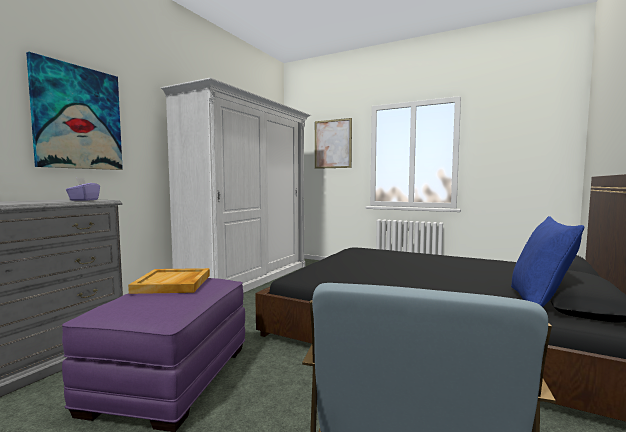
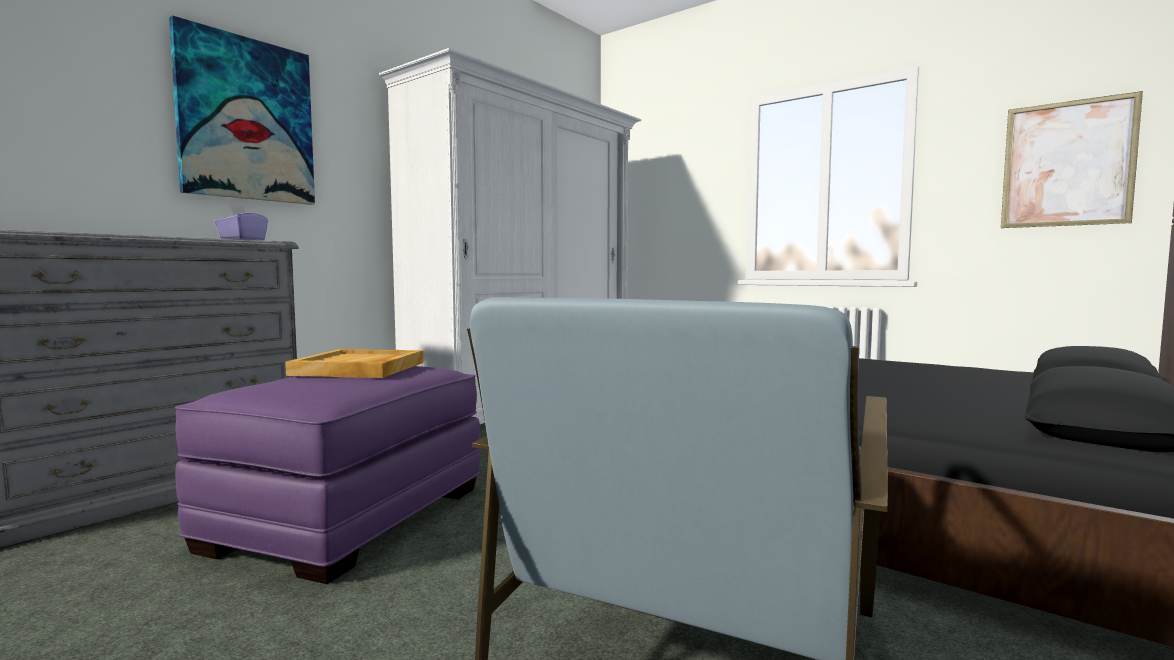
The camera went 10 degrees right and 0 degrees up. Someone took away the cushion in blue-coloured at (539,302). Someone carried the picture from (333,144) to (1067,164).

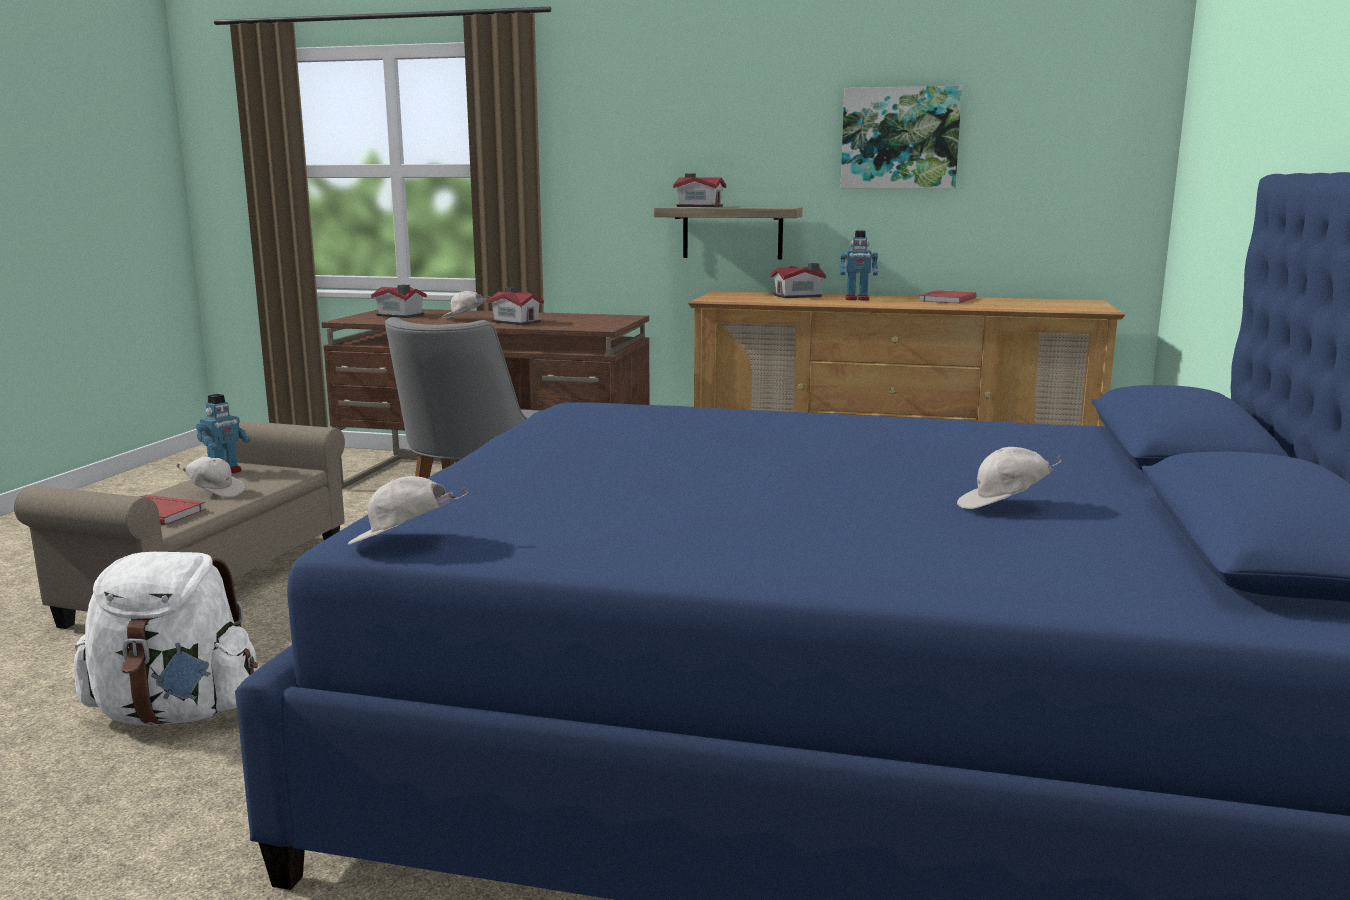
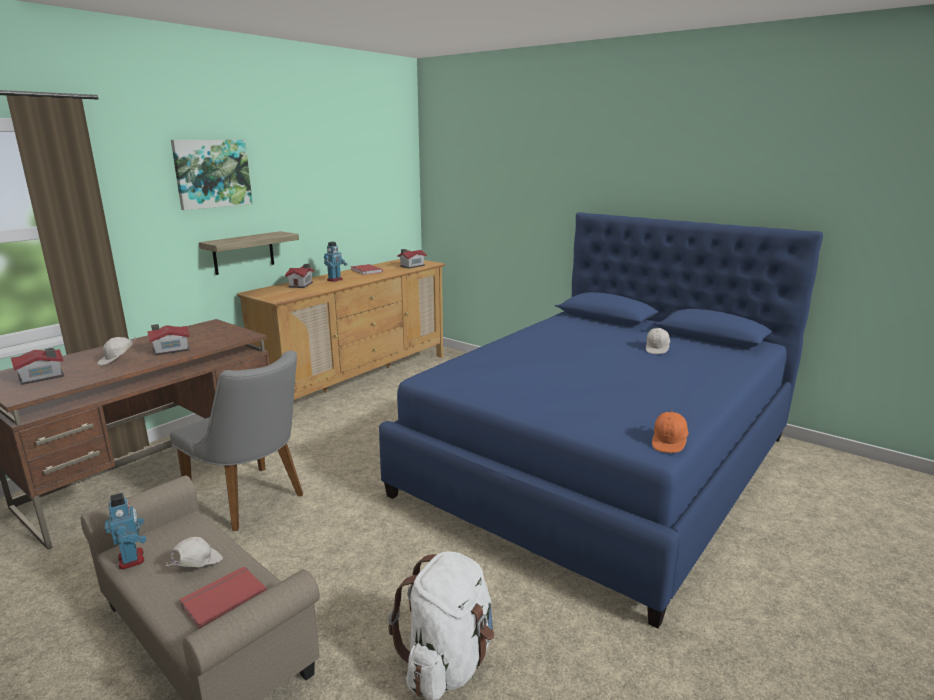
The camera went 65 degrees left and 5 degrees up. Someone carried the model house from (699,206) to (411,266). Someone carried the picture from (900,138) to (212,173). Someone repainted the cap in white at (402,542), which became the cap in orangey at (669,443).

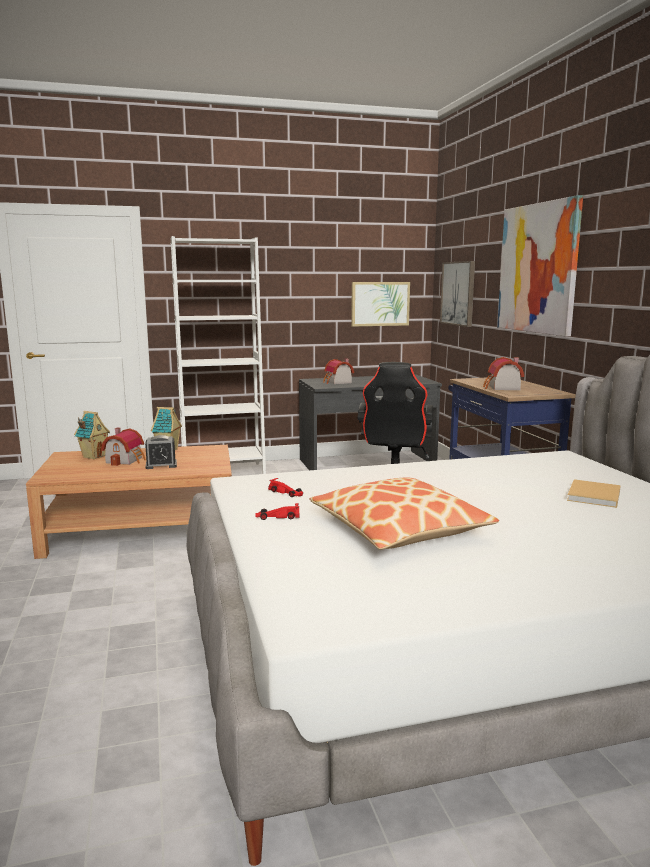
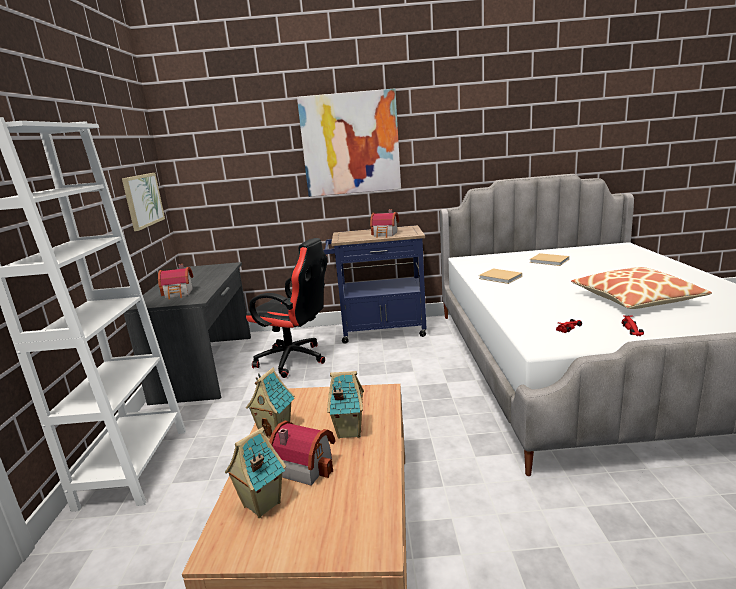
The camera went 75 degrees left and 5 degrees up. Someone took away the picture at (458,293). Someone put down the volume in sand-coloured at (501,277). Someone swapped the table clock at (161,465) for the model house at (348,431).

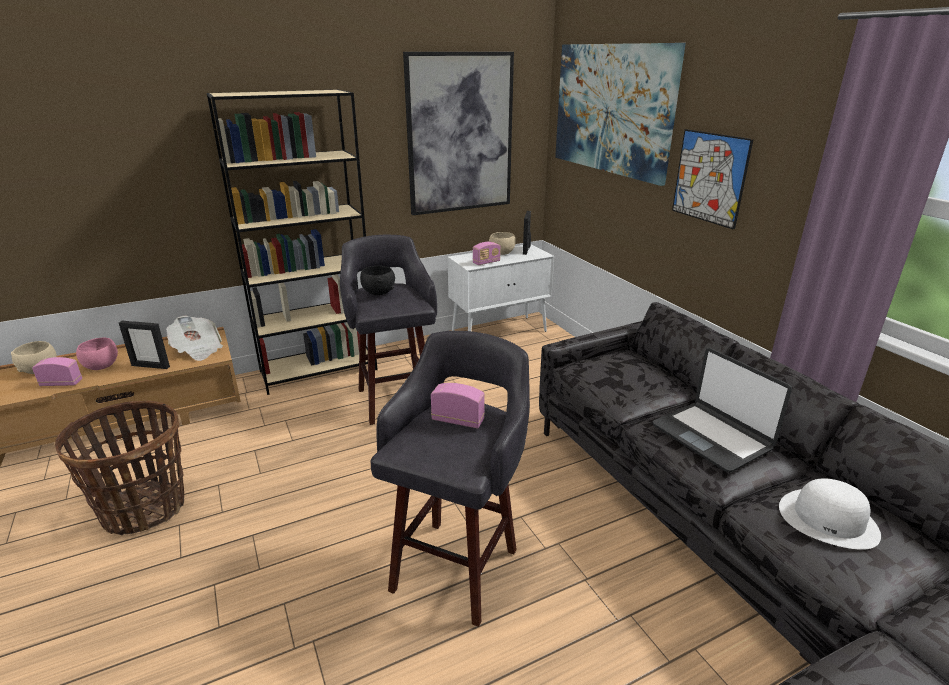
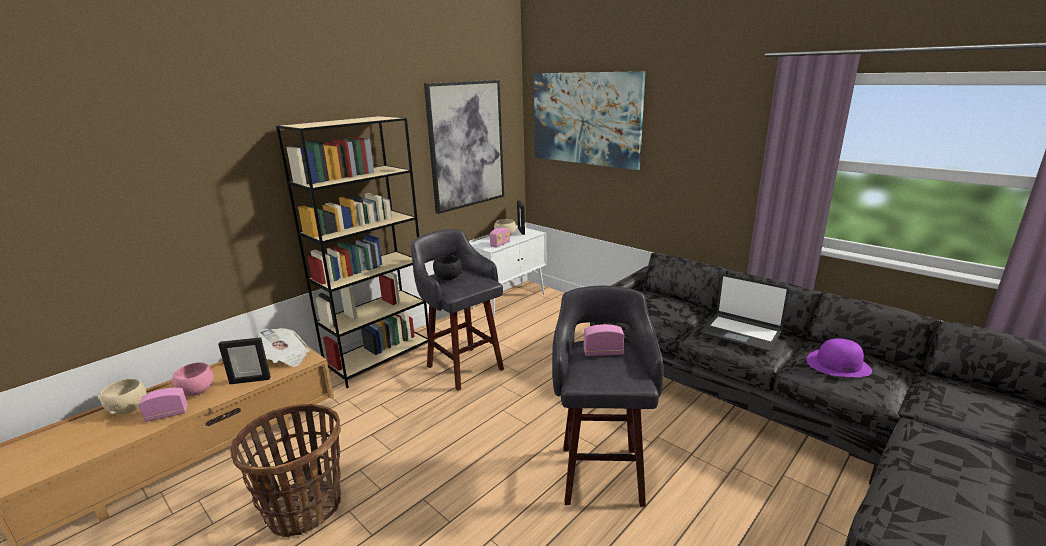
The camera went 20 degrees left and 5 degrees down. Someone took away the picture at (709,178). Someone repainted the clothing hat in white at (828,519), which became the clothing hat in purple-coloured at (838,364).

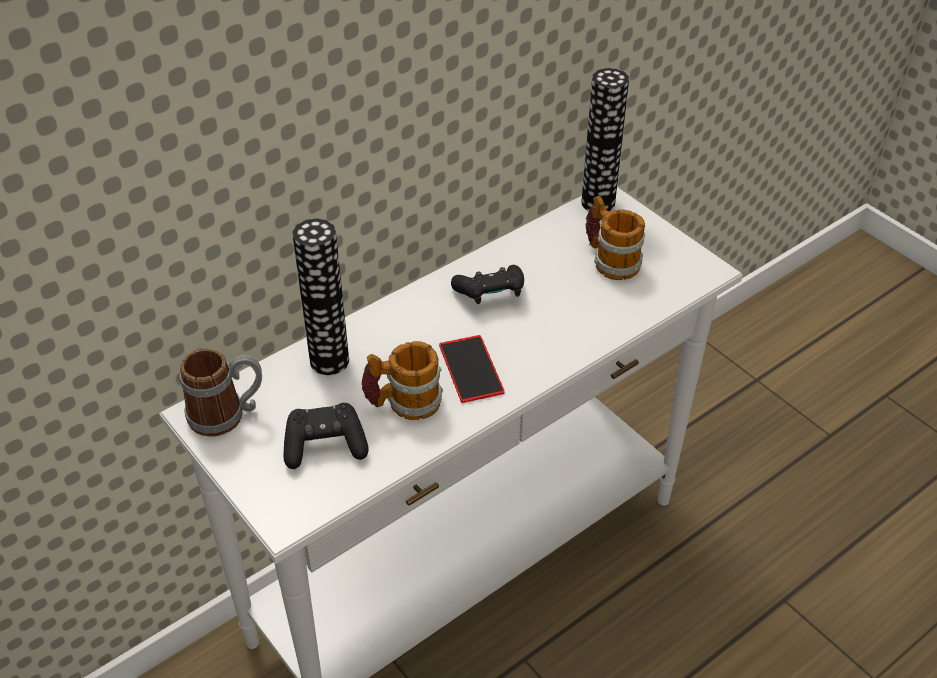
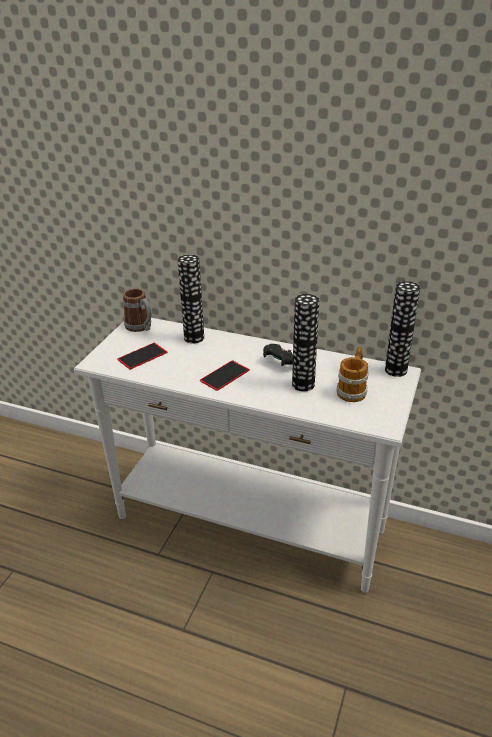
The camera went 60 degrees right and 10 degrees down. Someone took away the coffee mug at (403,403). Someone put down the decorative vase at (303,384). Someone swapped the joypad in blackish at (325,446) for the handset at (142,356).

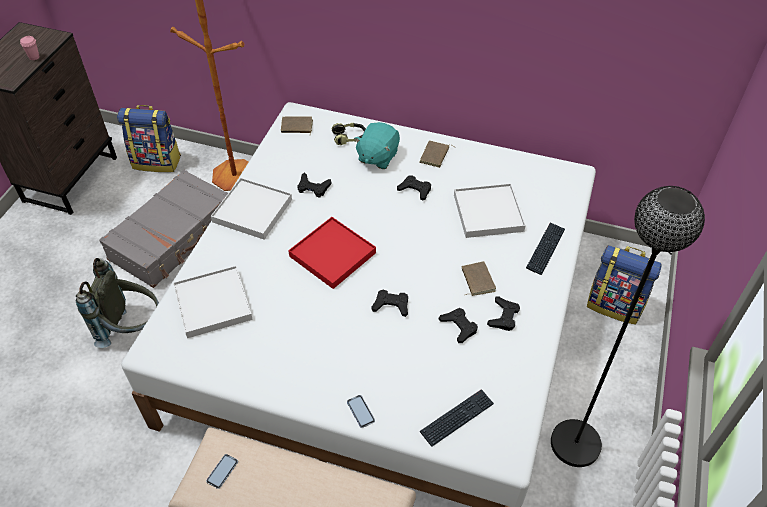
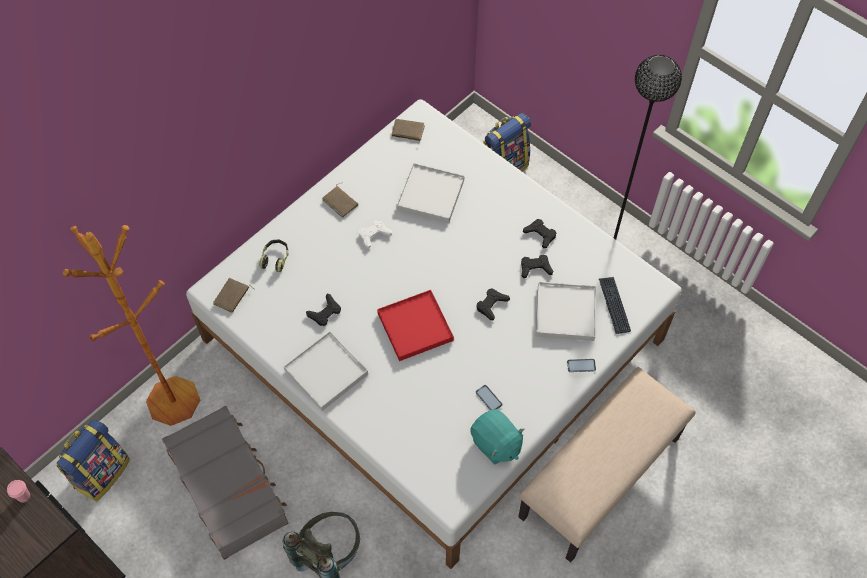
The camera went 65 degrees left and 10 degrees up. Someone took away the PC keyboard at (545,249). Someone carried the tray in white from (213,304) to (565,313). Someone carried the handset from (222,471) to (488,398). Someone carried the soft toy in turquoise-coloured from (377,157) to (495,444). Someone carried the volume in brownish from (476,280) to (407,132). Someone repainted the joypad in blackish at (415,190), which became the joypad in white at (374,235).

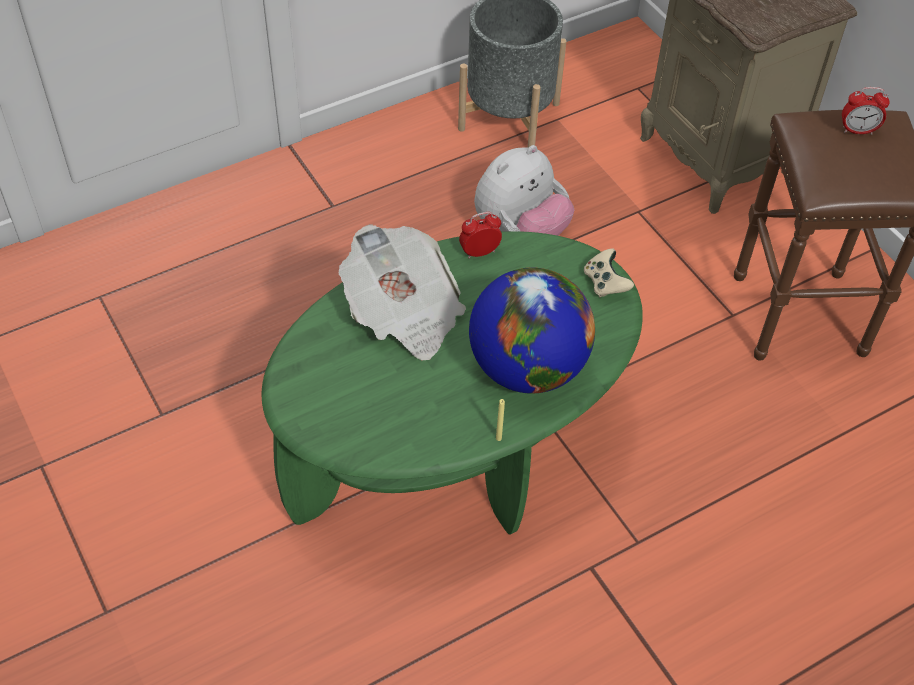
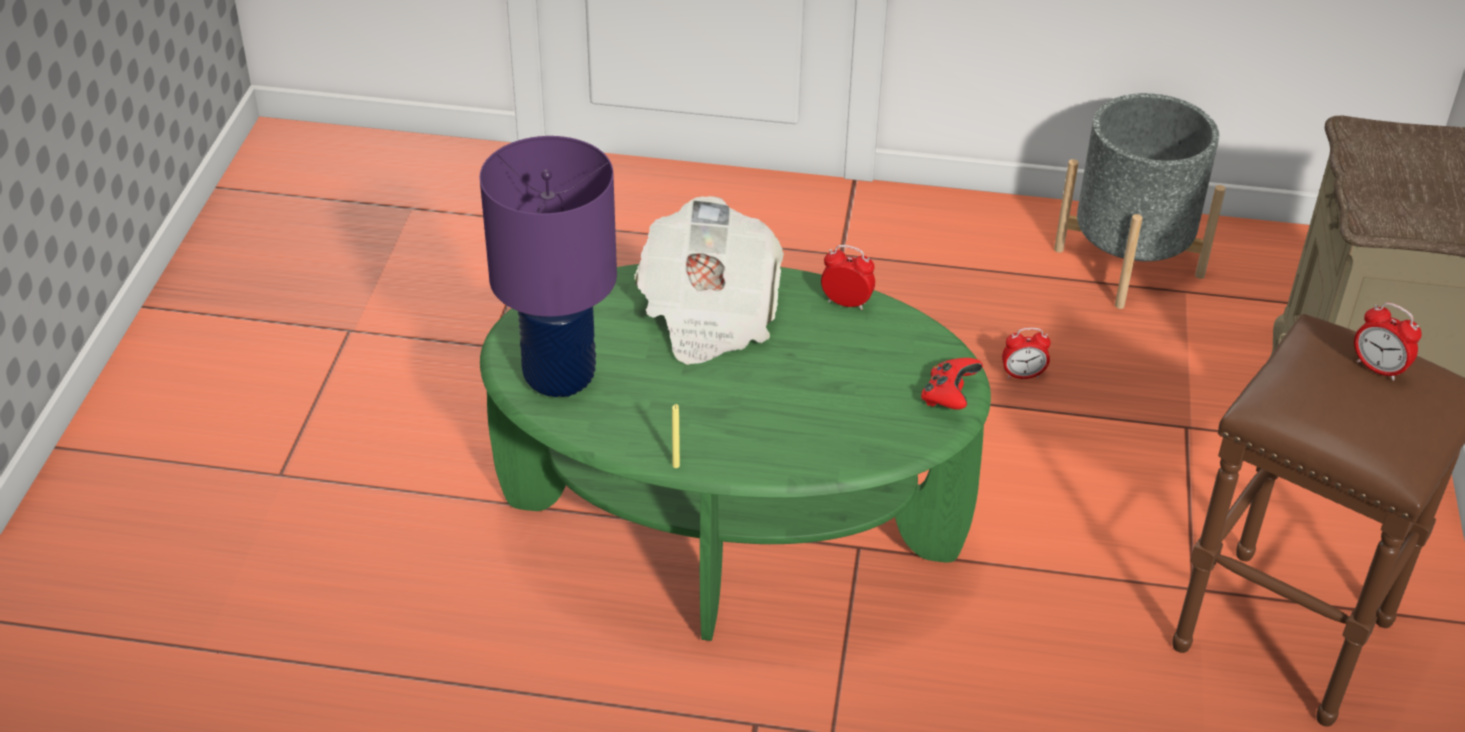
The camera went 40 degrees right and 10 degrees down. Someone took away the globe at (527,368). Someone put down the tabletop lamp in purple-coloured at (560,379). Someone swapped the soft toy at (520,230) for the table clock at (1022,375). Someone repainted the joypad in sand-coloured at (605,283), which became the joypad in reddish at (948,397).

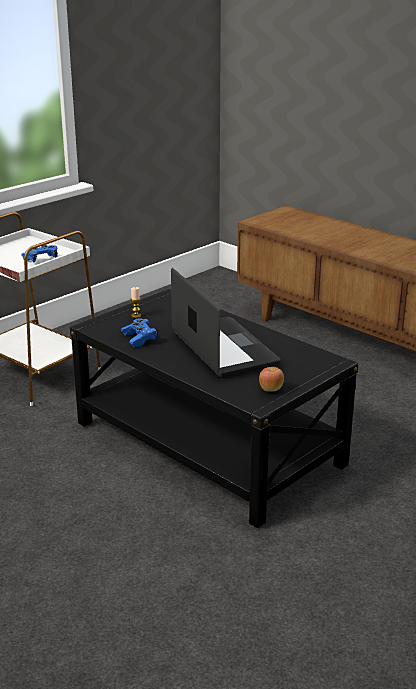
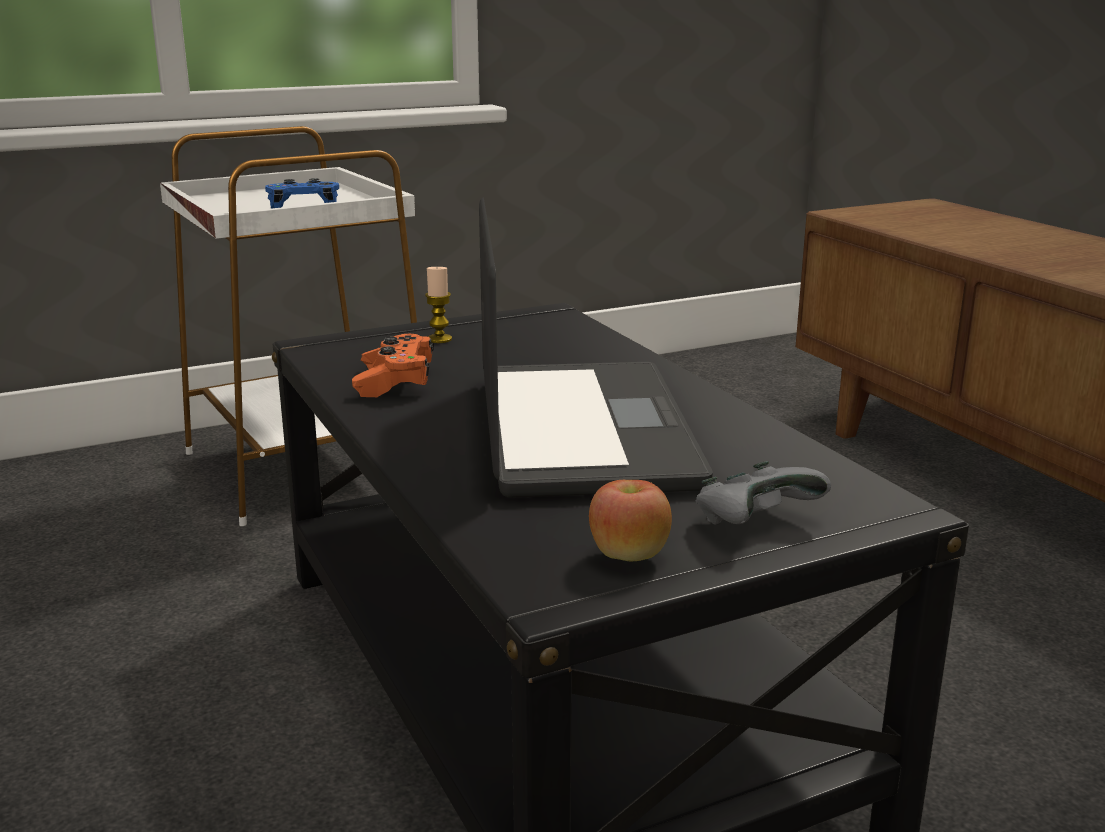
The camera went 20 degrees right and 5 degrees down. Someone put down the joypad in greyish at (755,524). Someone repainted the joypad in blue-coloured at (139,339), which became the joypad in orangey at (395,382).

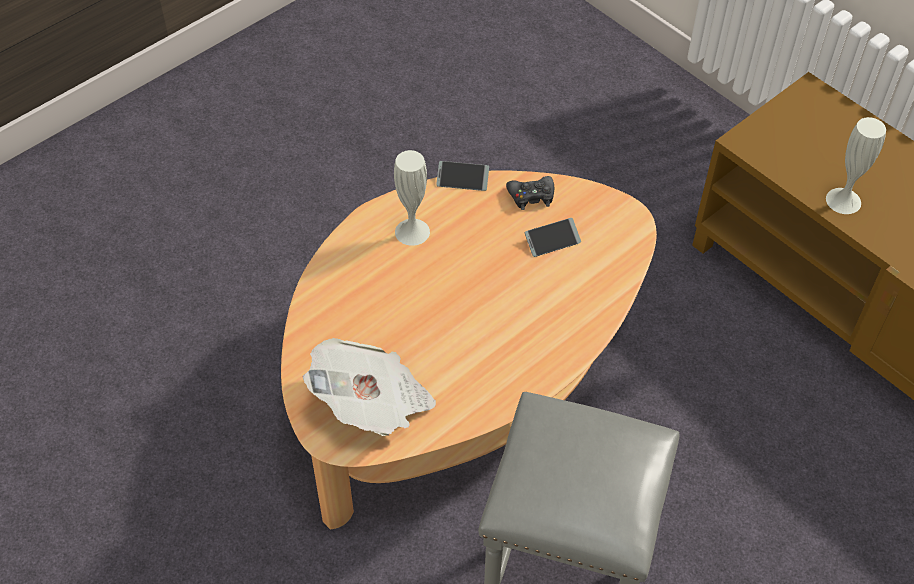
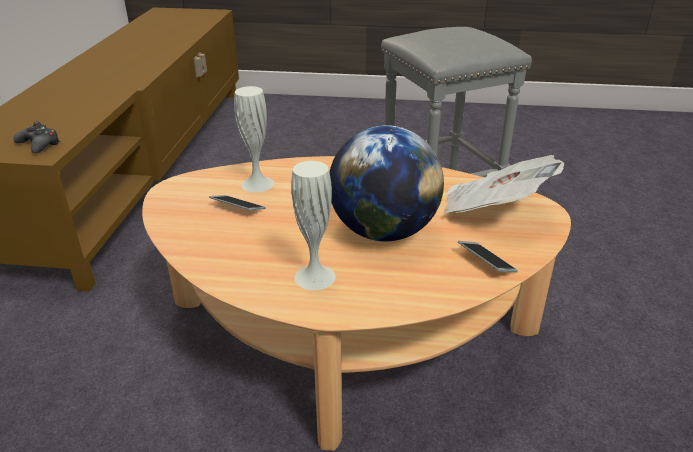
The camera went 130 degrees left and 20 degrees down. Someone put down the globe at (384,231). Someone carried the handset from (462,180) to (486,262). Someone carried the joypad in blackish from (531,196) to (39,144). Someone carried the decorative vase in white from (843,200) to (257,184).

